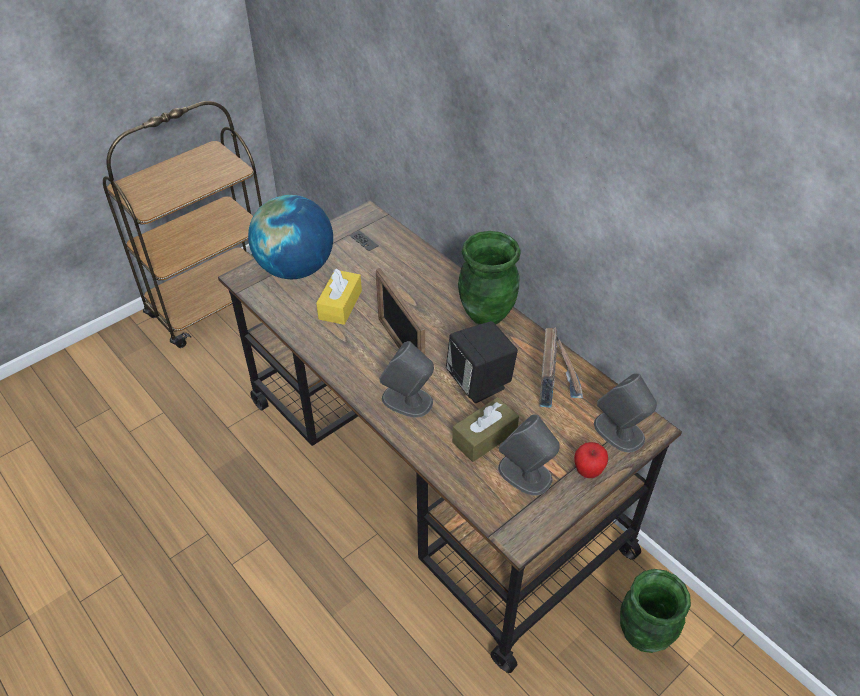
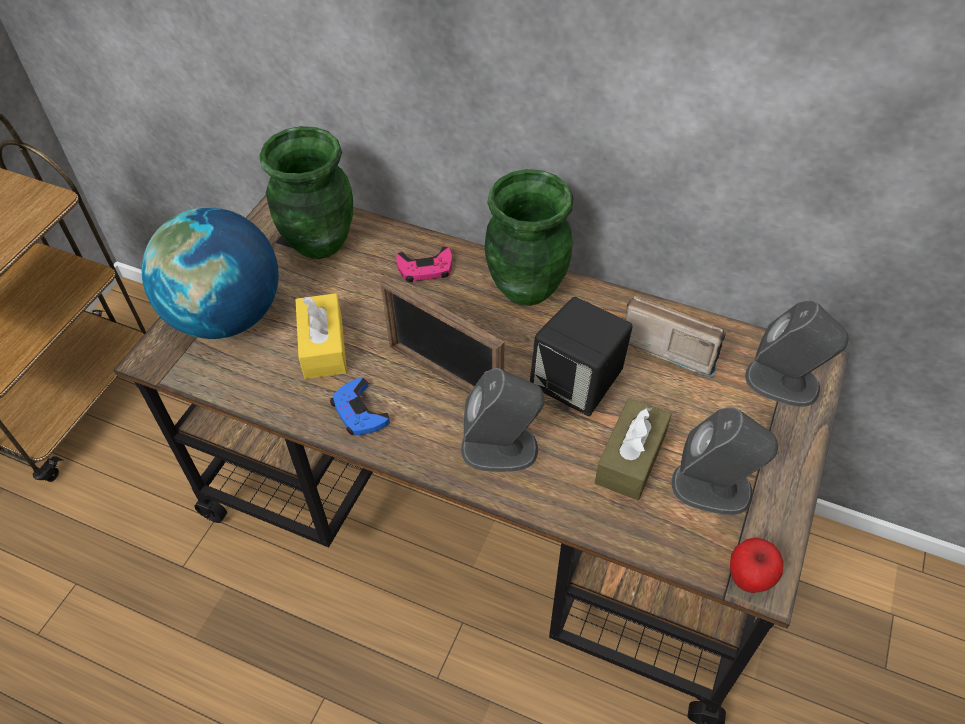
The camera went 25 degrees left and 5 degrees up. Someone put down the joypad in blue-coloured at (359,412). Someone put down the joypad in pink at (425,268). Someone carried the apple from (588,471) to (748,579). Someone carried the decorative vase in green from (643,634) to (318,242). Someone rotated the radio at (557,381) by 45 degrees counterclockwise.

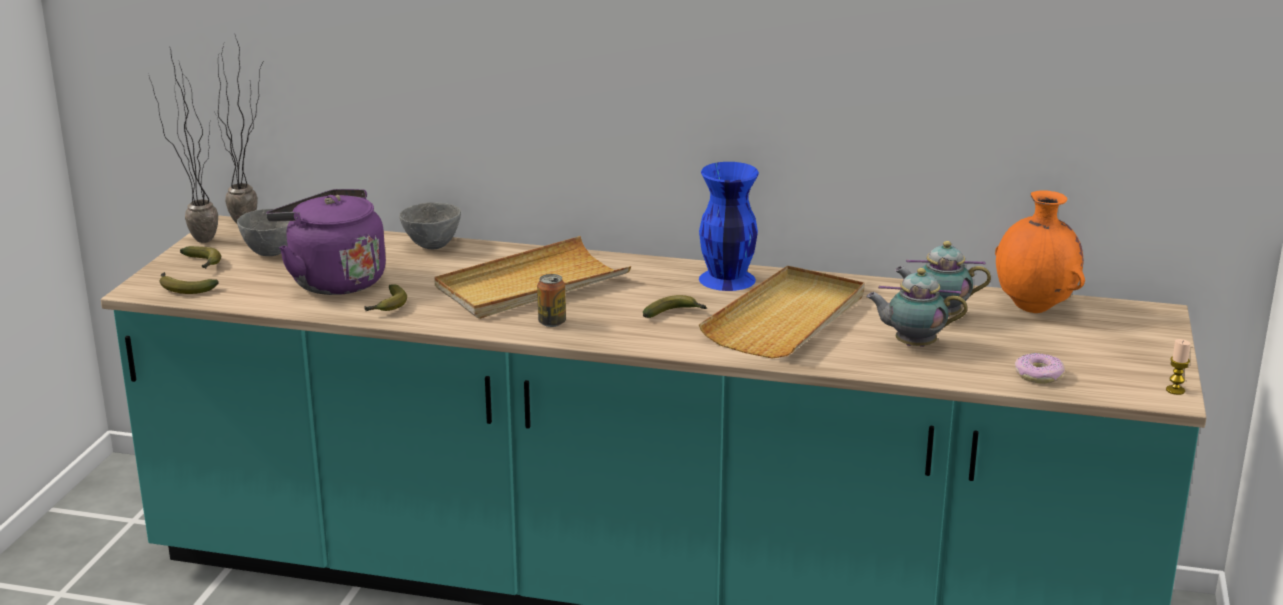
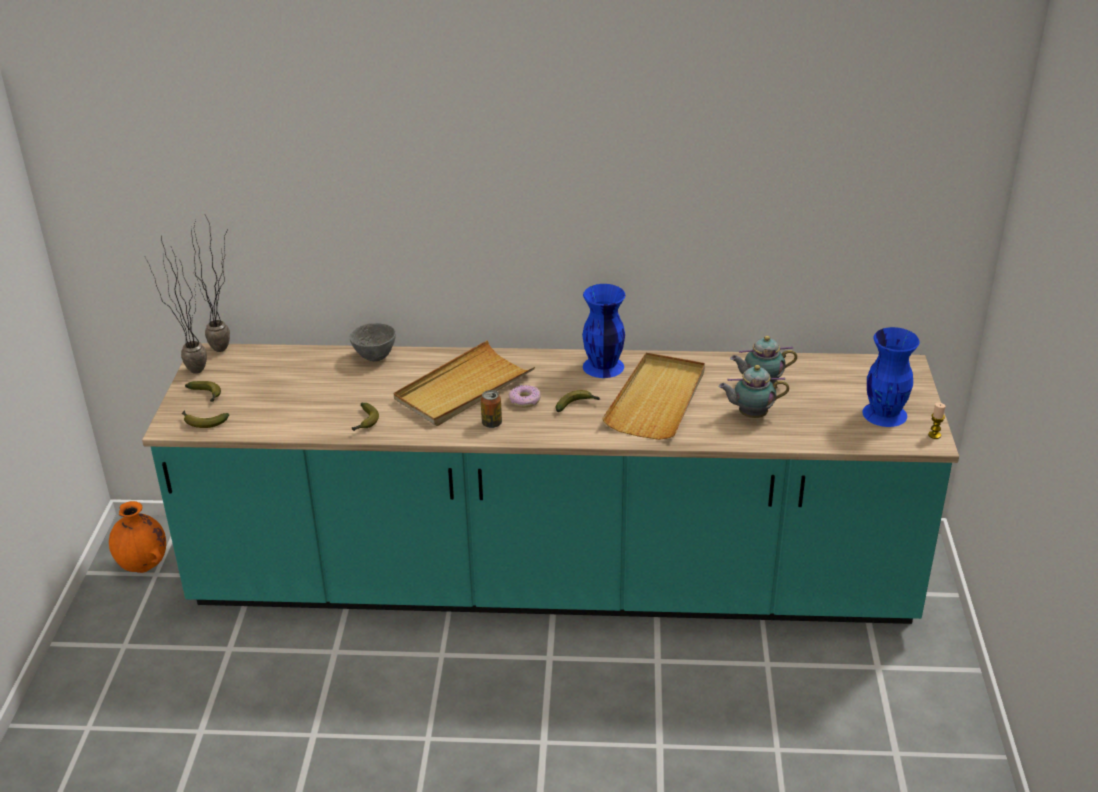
The camera went 10 degrees left and 10 degrees up. Someone took away the bowl in greyish at (269,252). Someone took away the kettle in purple-coloured at (333,281). Someone put down the decorative vase in blue-coloured at (885,413). Someone carried the decorative vase in orangey from (1034,308) to (144,567). Someone carried the doughnut from (1039,375) to (525,401).

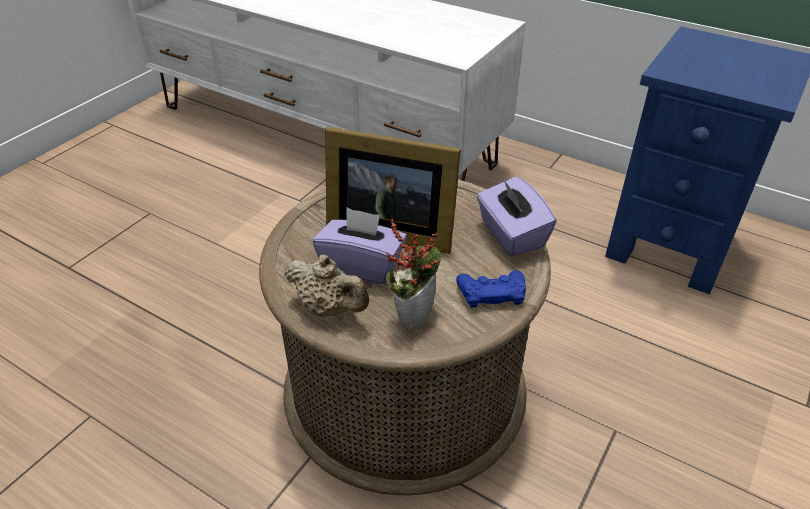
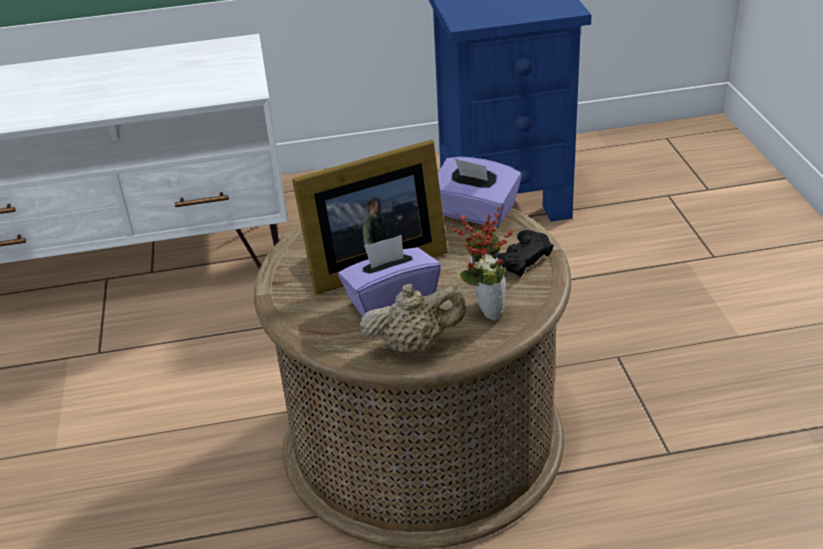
The camera went 40 degrees left and 5 degrees down. Someone repainted the joypad in blue-coloured at (491,292), which became the joypad in blackish at (519,259).

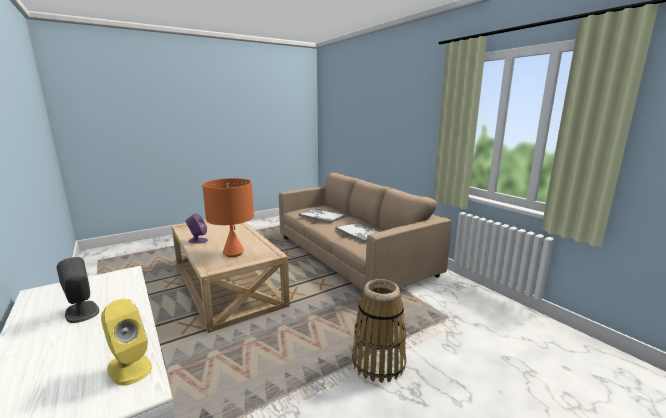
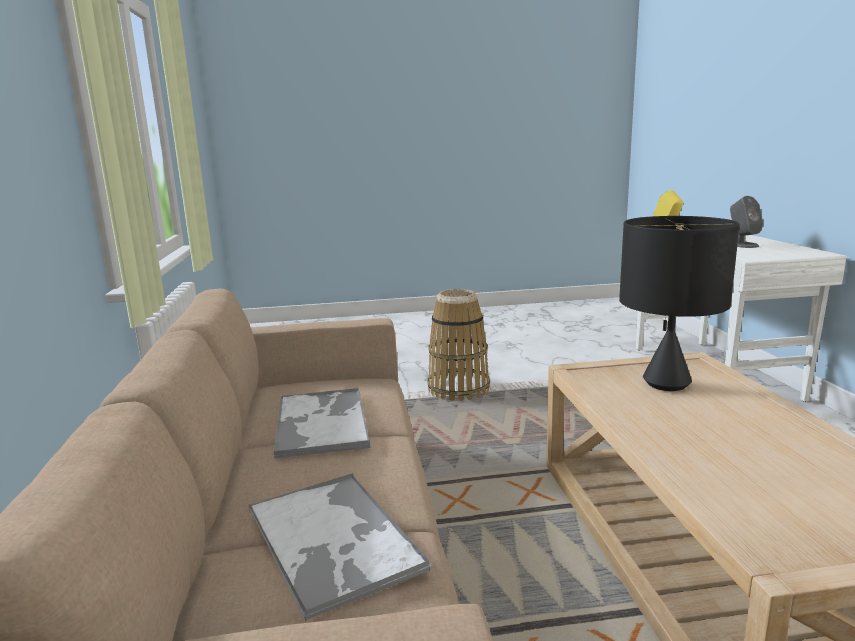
The camera went 155 degrees left and 0 degrees up. Someone took away the audio speaker in purple-coloured at (197,240). Someone repainted the tabletop lamp in orangey at (233,254), which became the tabletop lamp in blackish at (666,384).

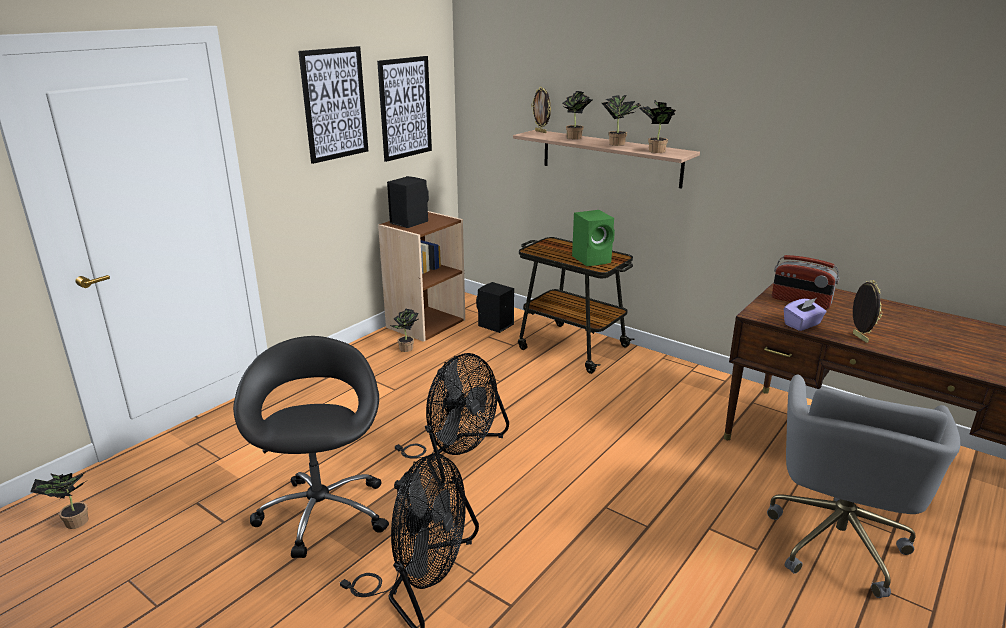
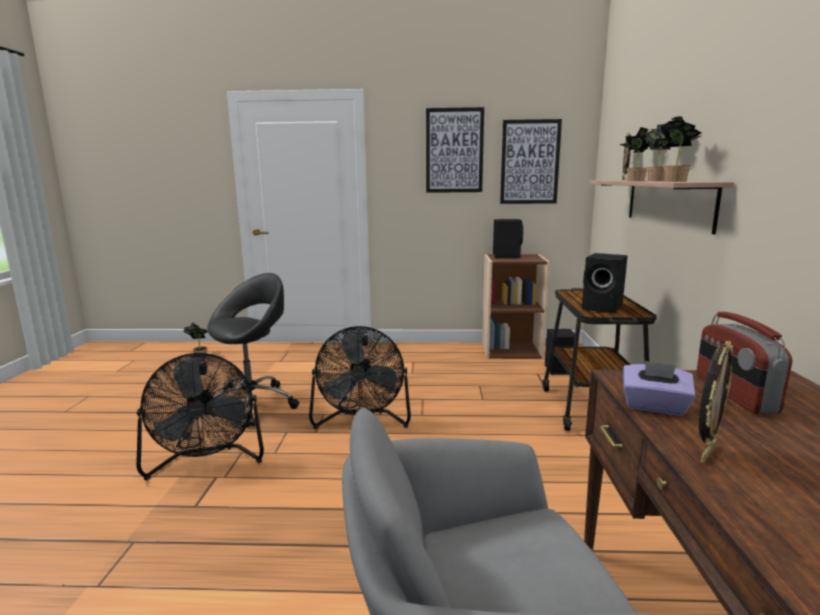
The camera went 55 degrees right and 10 degrees down. Someone took away the houseplant at (407,349). Someone repainted the audio speaker in green at (592,259), which became the audio speaker in blackish at (603,308).

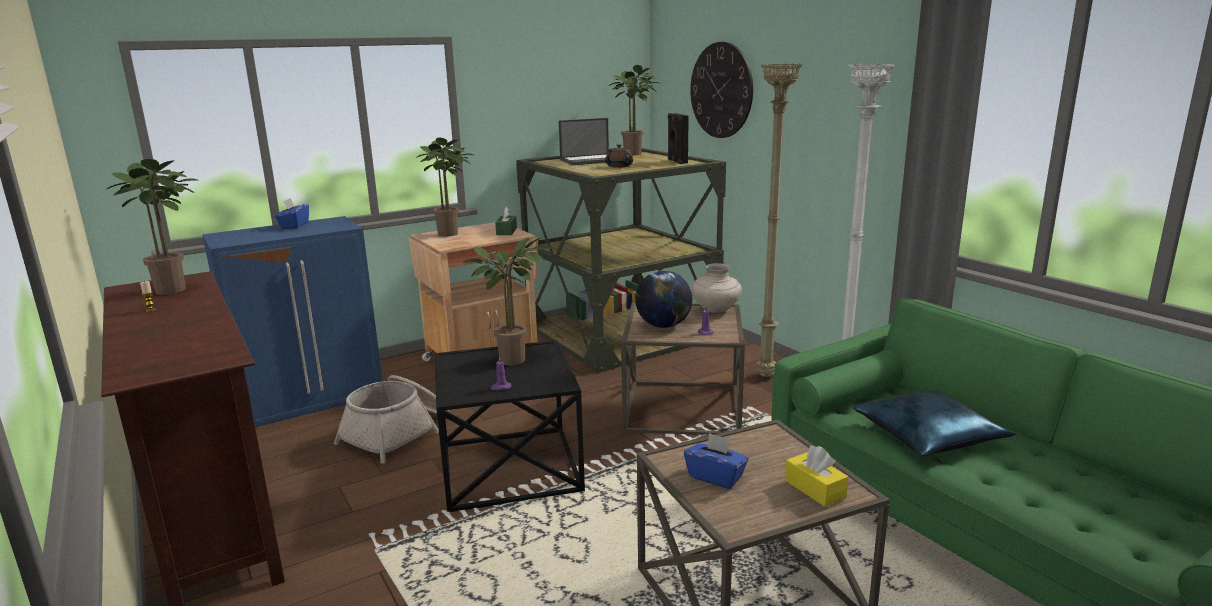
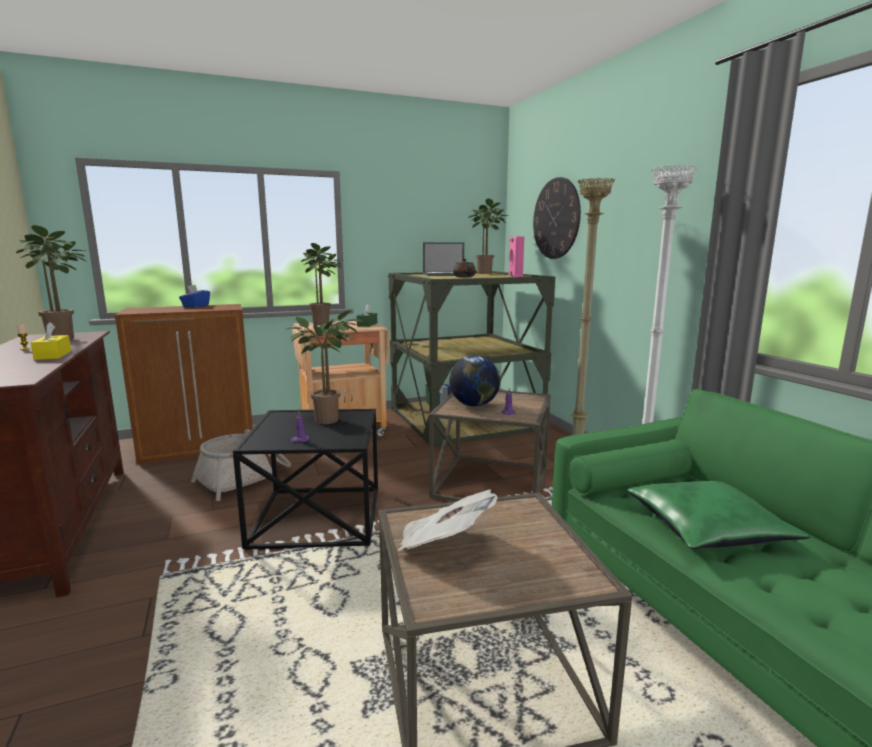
The camera went 10 degrees right and 5 degrees down. Someone took away the decorative vase in sand-coloured at (716,309). Someone carried the tissue holder in yellow from (815,489) to (53,355). Someone swapped the tissue holder in blue-coloured at (715,477) for the printed paper at (444,543). Someone repainted the storage cabinet in blue-coloured at (311,398), which became the storage cabinet in brownish at (199,445). Someone repainted the audio speaker in blackish at (676,161), which became the audio speaker in pink at (514,276). Someone repainted the cushion in blue-coloured at (928,435), which became the cushion in green at (707,528).

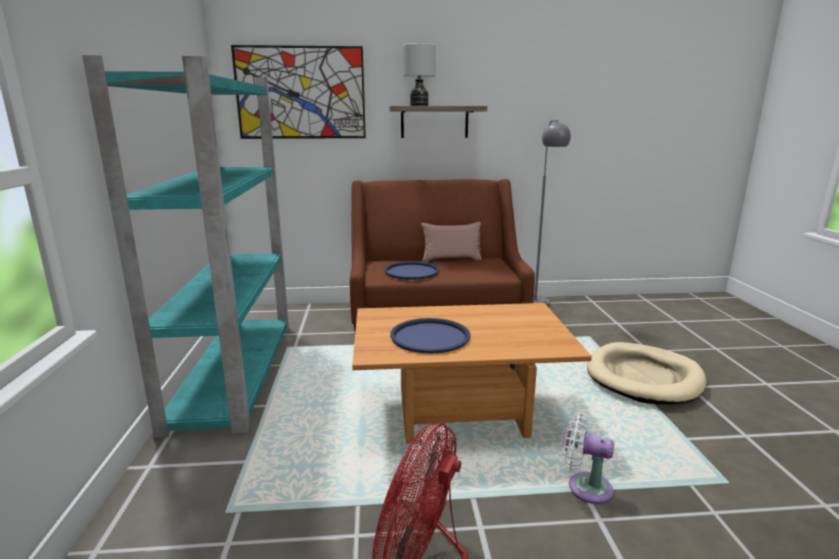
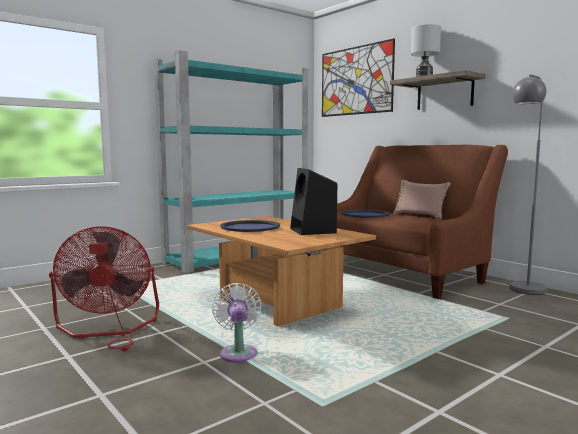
The camera went 55 degrees right and 10 degrees down. Someone took away the dog bed in sand-coloured at (644,377). Someone put down the audio speaker in blackish at (313,231).

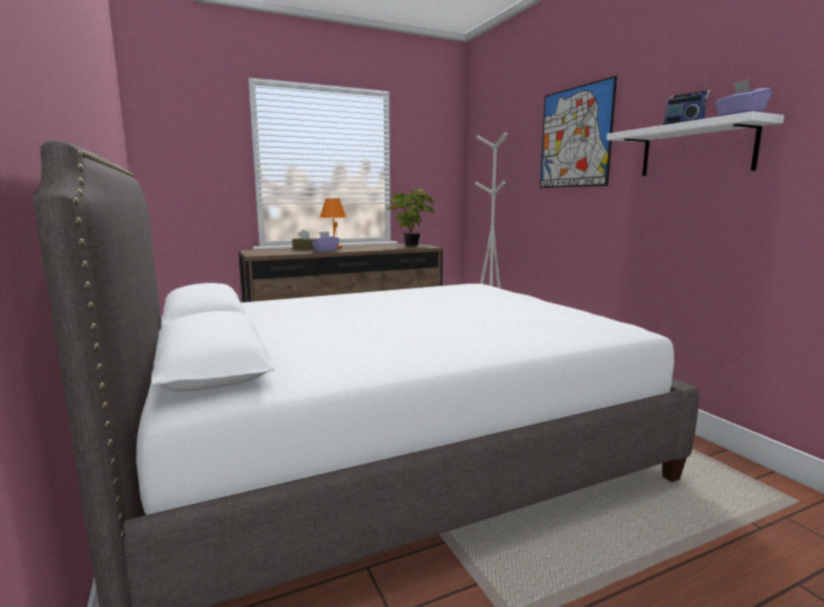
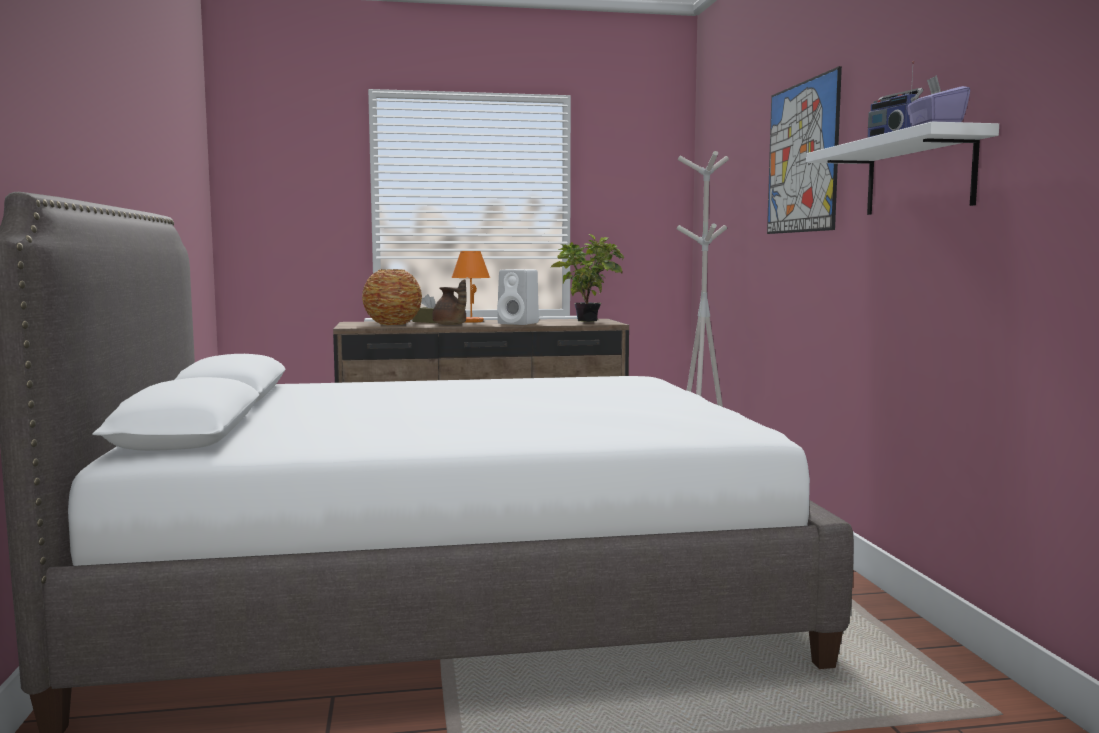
The camera went 15 degrees right and 5 degrees down. Someone put down the decorative vase at (392,324). Someone put down the audio speaker in white at (519,323). Someone swapped the tissue holder in purple-coloured at (325,251) for the teapot in brownish at (450,325).

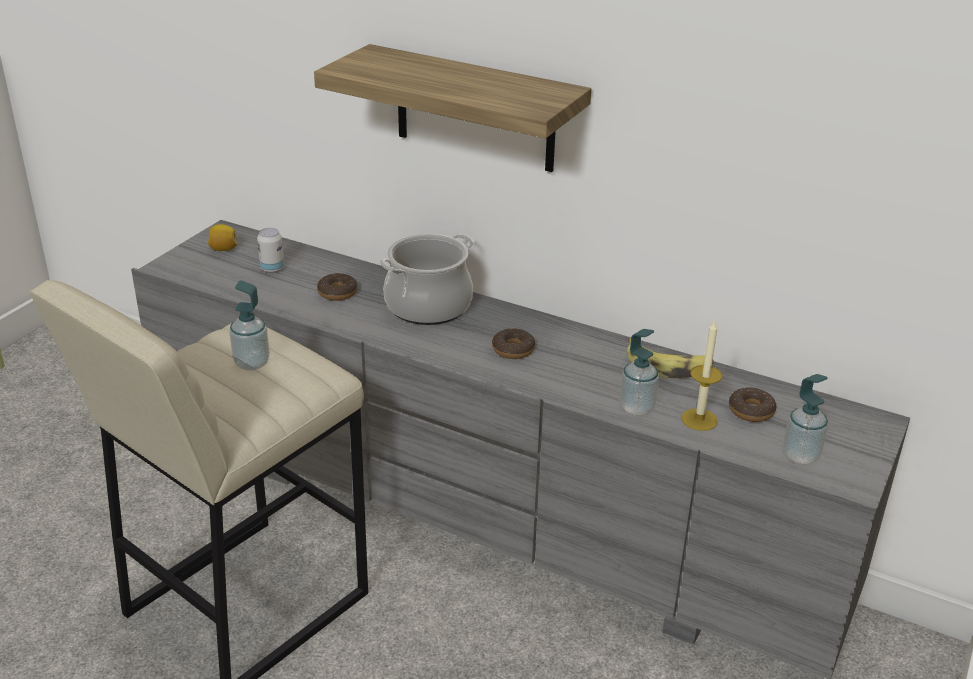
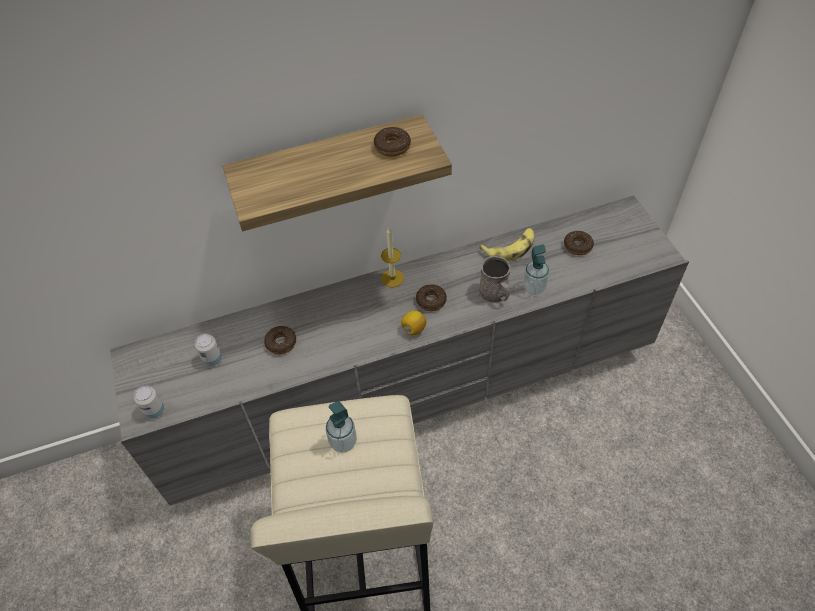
The camera went 45 degrees left and 20 degrees up. Someone took away the stockpot at (428,306). Someone took away the liquid soap bottle at (800,455). Someone put down the metal can at (154,411). Someone put down the doughnut at (392,146). Someone put down the coffee mug in greyish at (495,294). Someone carried the lemon from (223,249) to (413,329). Someone carried the wax light from (699,419) to (392,278).

